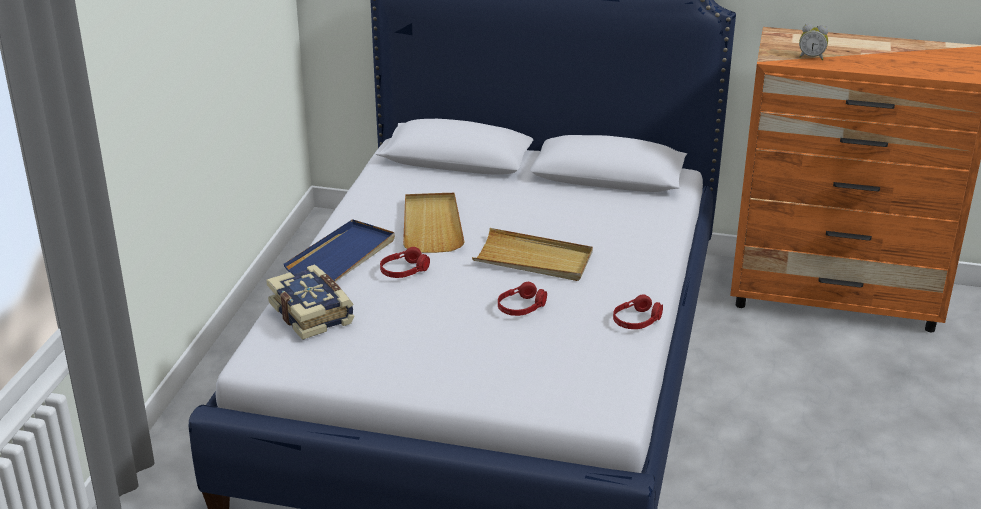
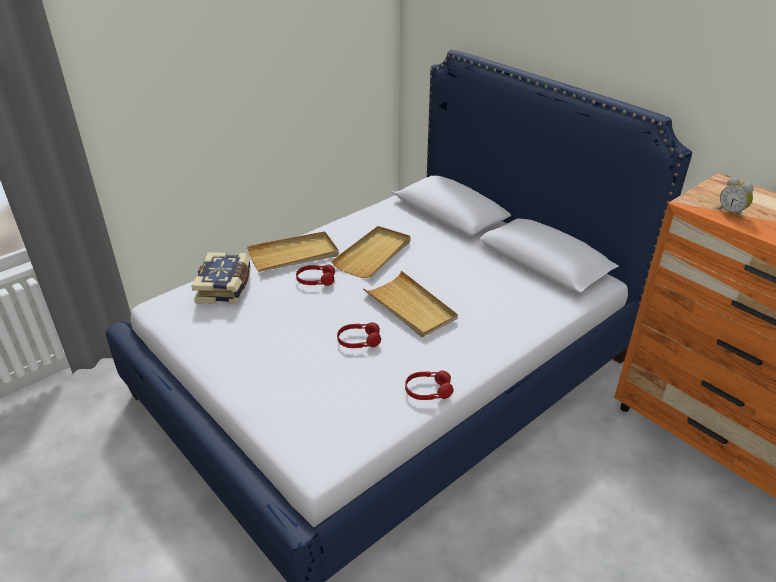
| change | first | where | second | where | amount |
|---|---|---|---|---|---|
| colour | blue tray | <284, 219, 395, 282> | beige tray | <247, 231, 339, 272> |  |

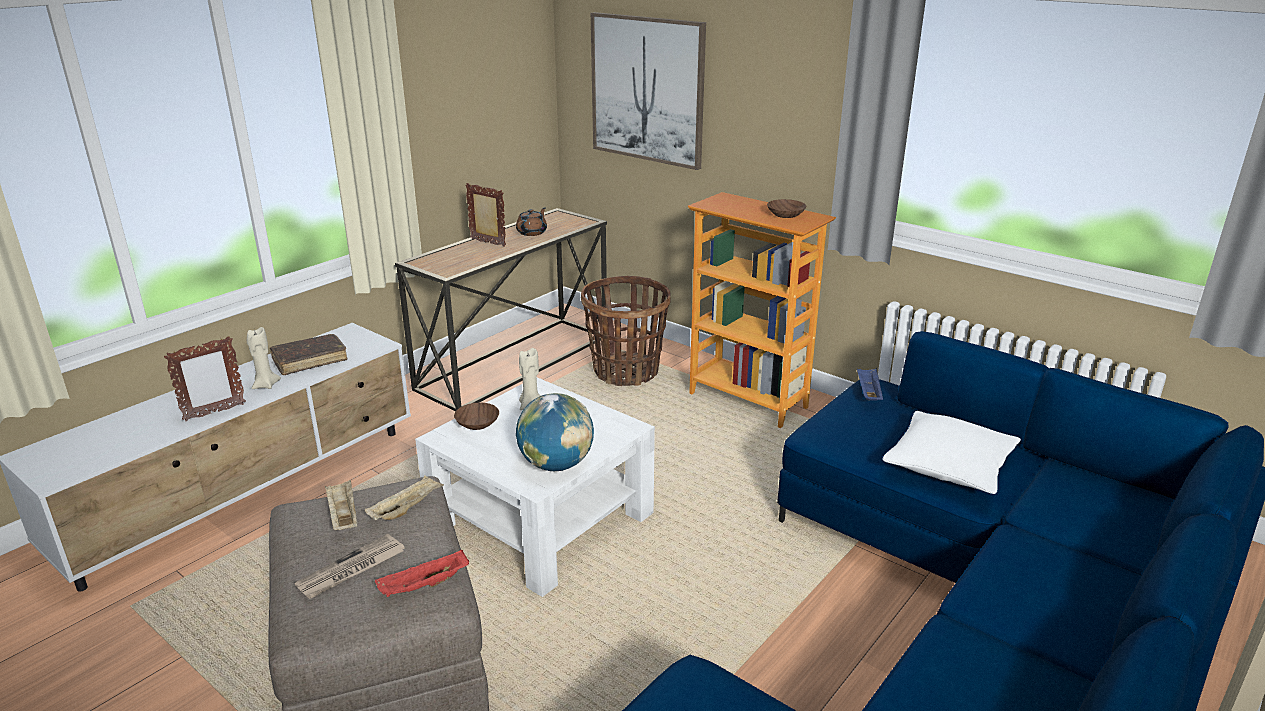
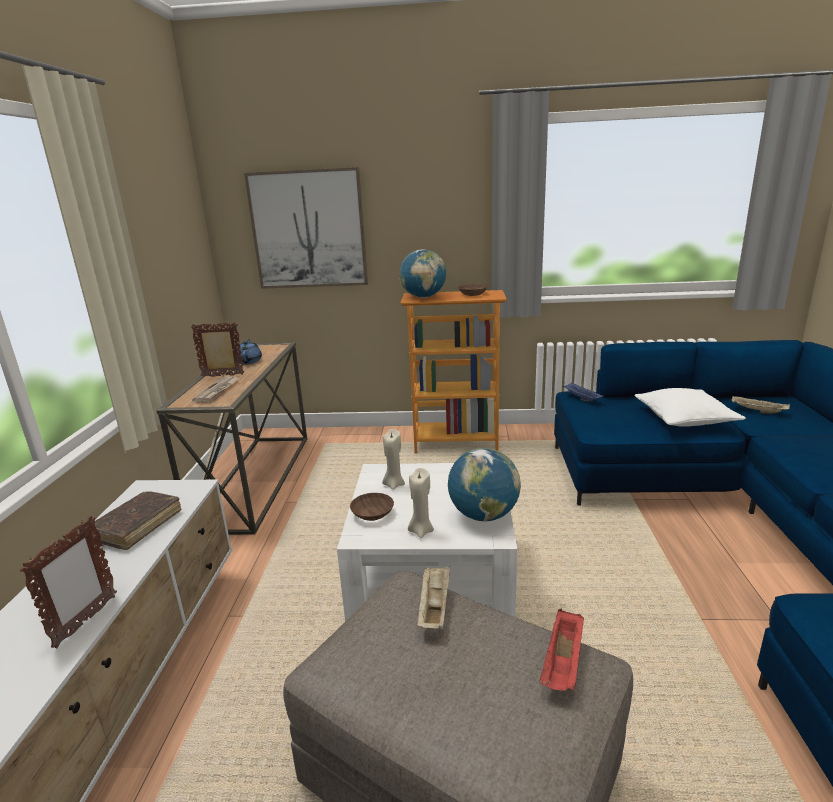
| change | first | where | second | where | amount |
|---|---|---|---|---|---|
| relocated | beige candle | <247, 327, 281, 389> |  | <408, 468, 434, 538> |  |
| relocated | newspaper | <295, 534, 405, 599> |  | <192, 376, 240, 402> |  |
| relocated | beige tray | <325, 480, 357, 530> |  | <732, 396, 790, 414> |  |
| colour | brown teapot | <516, 208, 547, 236> | blue teapot | <237, 339, 262, 364> |  |
| missing | basket | <581, 276, 671, 386> |  |  |  |
| appeared |  |  | globe | <399, 249, 446, 298> |  |

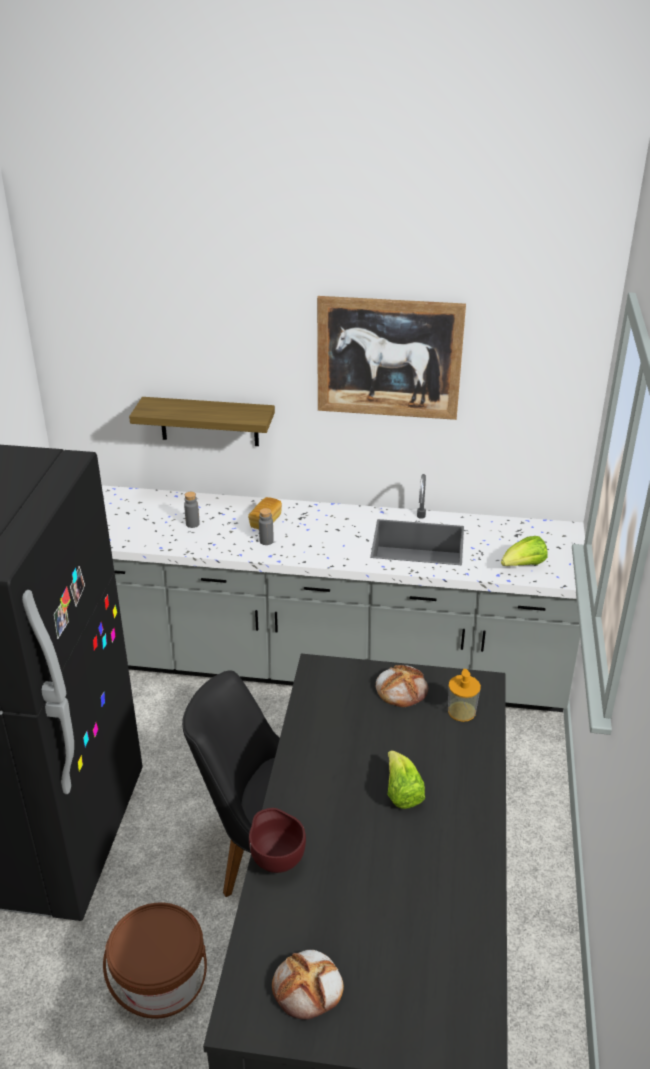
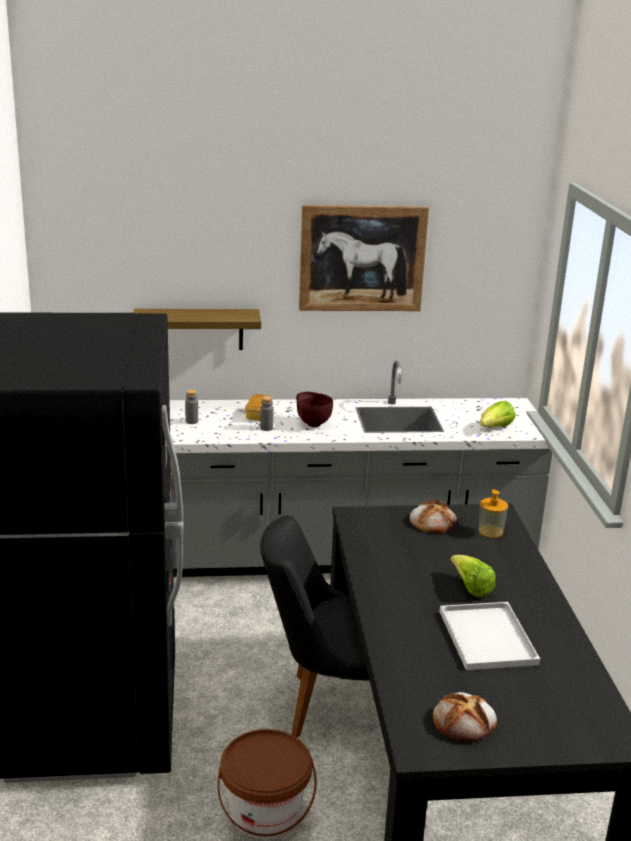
| change | first | where | second | where | amount |
|---|---|---|---|---|---|
| relocated | brown bowl | <249, 808, 306, 873> |  | <296, 392, 333, 427> |  |
| appeared |  |  | white tray | <440, 602, 540, 670> |  |

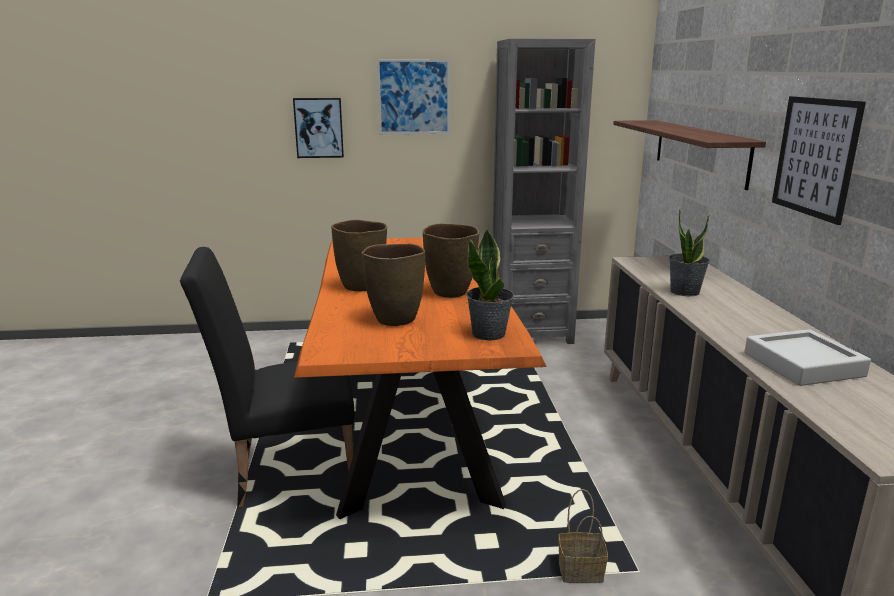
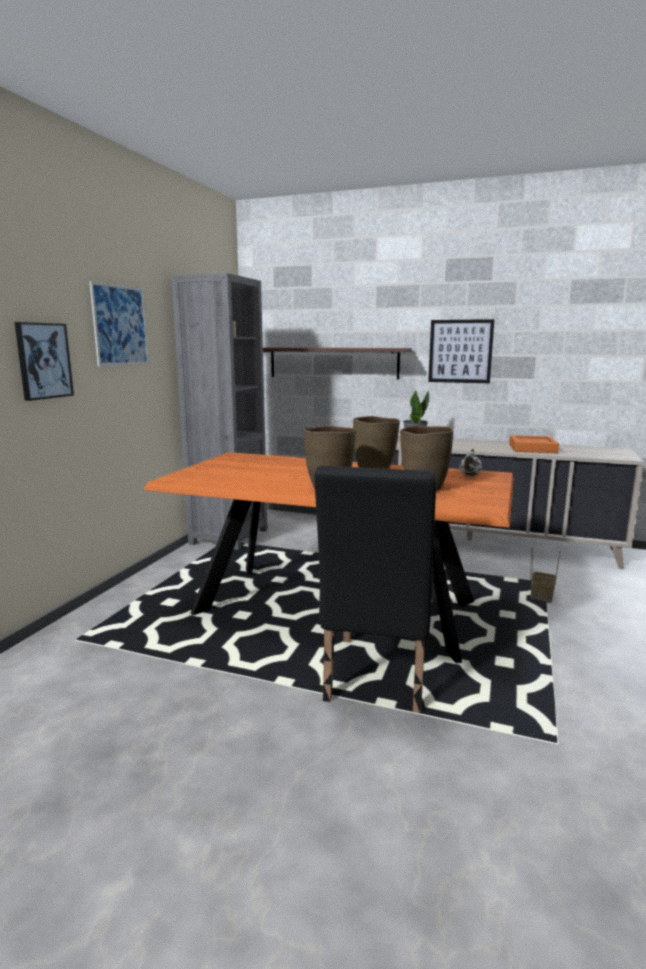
| change | first | where | second | where | amount |
|---|---|---|---|---|---|
| exchanged | potted plant | <466, 229, 514, 340> | white teapot | <459, 448, 482, 476> |  |
| colour | grey tray | <745, 329, 871, 386> | orange tray | <509, 435, 559, 453> |  |

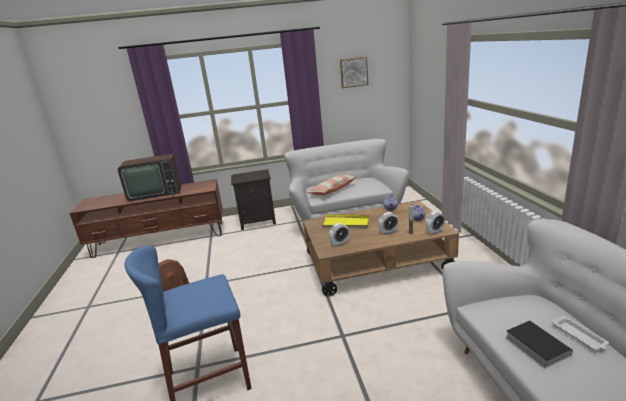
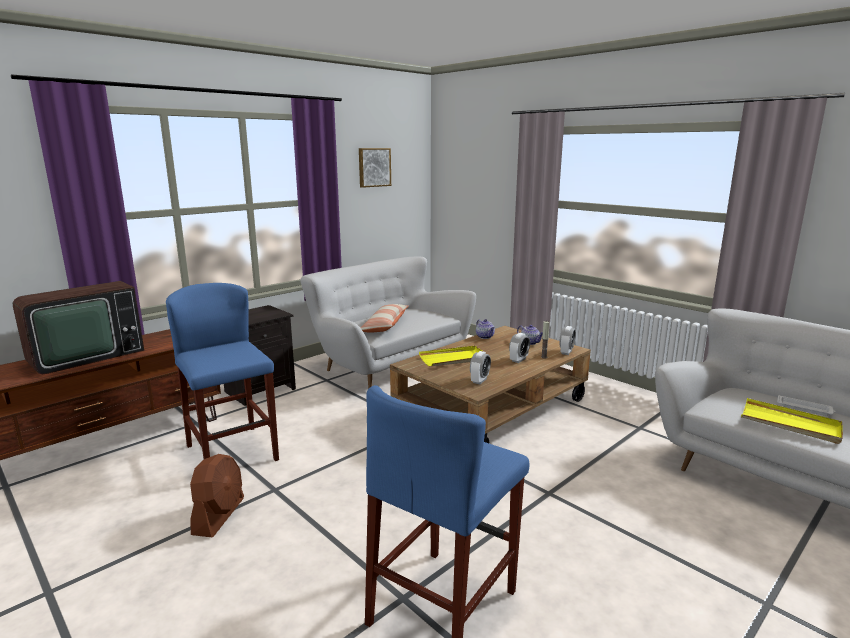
| change | first | where | second | where | amount |
|---|---|---|---|---|---|
| exchanged | book | <506, 320, 573, 368> | yellow tray | <741, 398, 843, 444> |  |
| appeared |  |  | blue stool | <166, 283, 279, 461> |  |

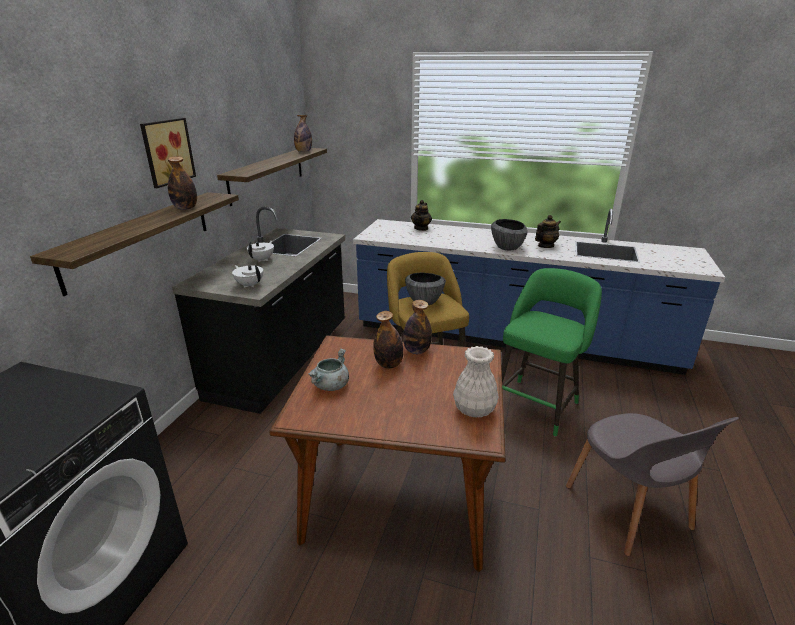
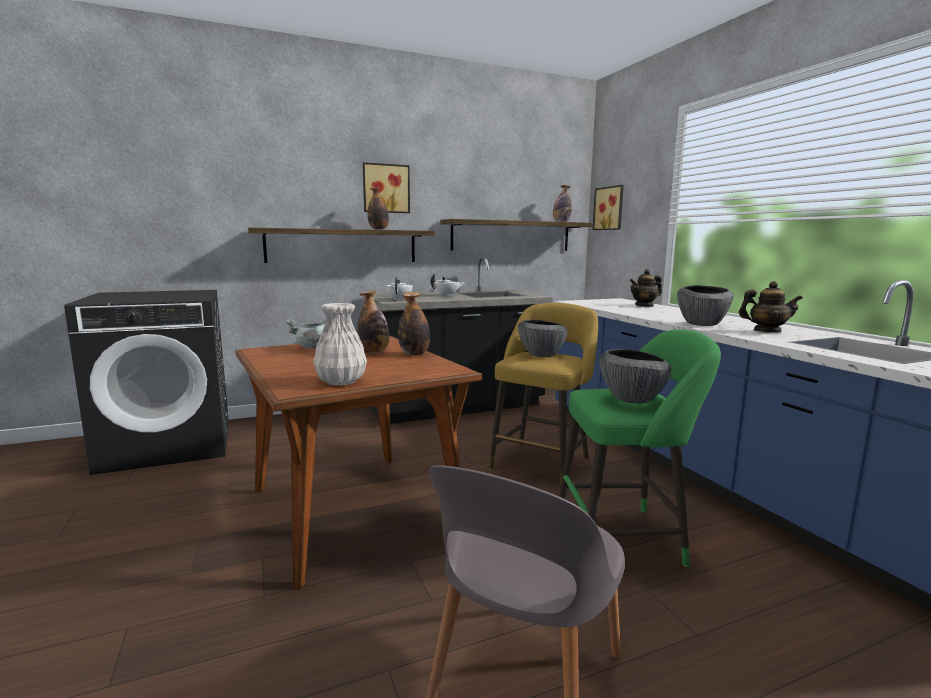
| change | first | where | second | where | amount |
|---|---|---|---|---|---|
| appeared |  |  | picture | <593, 185, 624, 230> |  |
| appeared |  |  | bowl | <599, 349, 671, 403> |  |

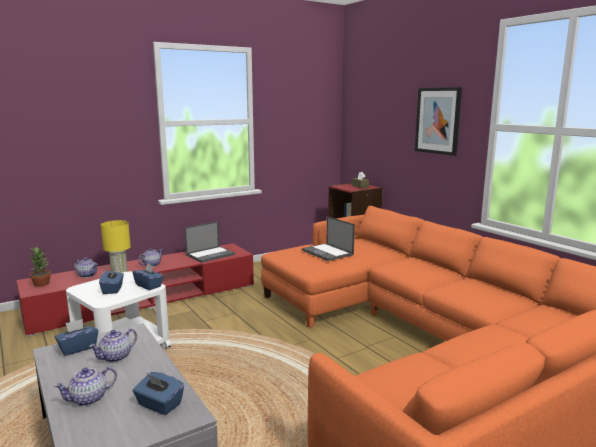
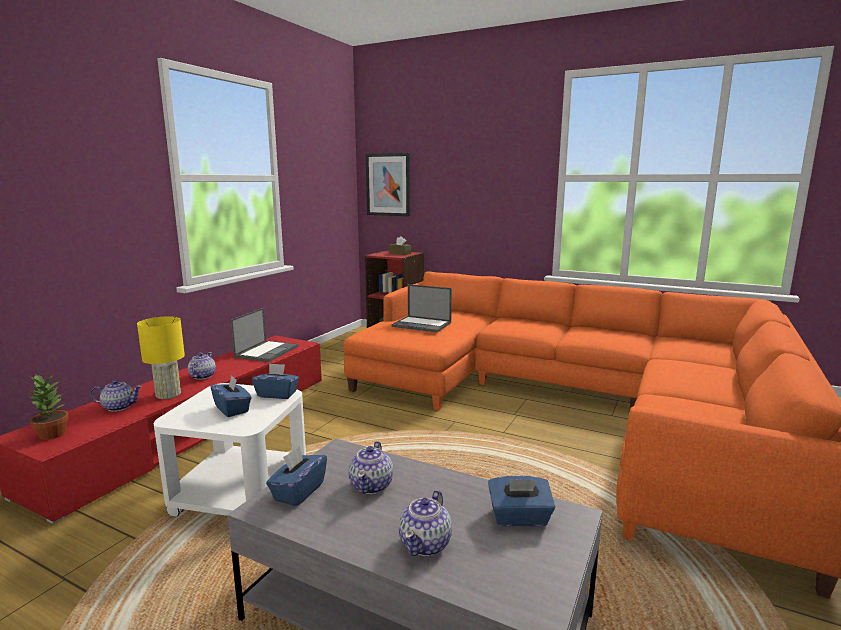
| change | first | where | second | where | amount |
|---|---|---|---|---|---|
| relocated | picture | <415, 87, 462, 156> |  | <366, 153, 410, 216> |  |

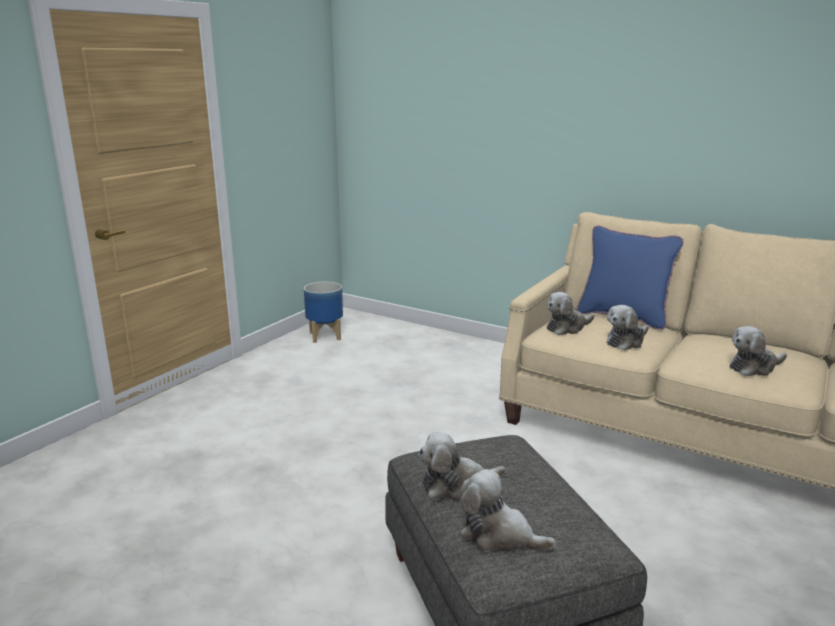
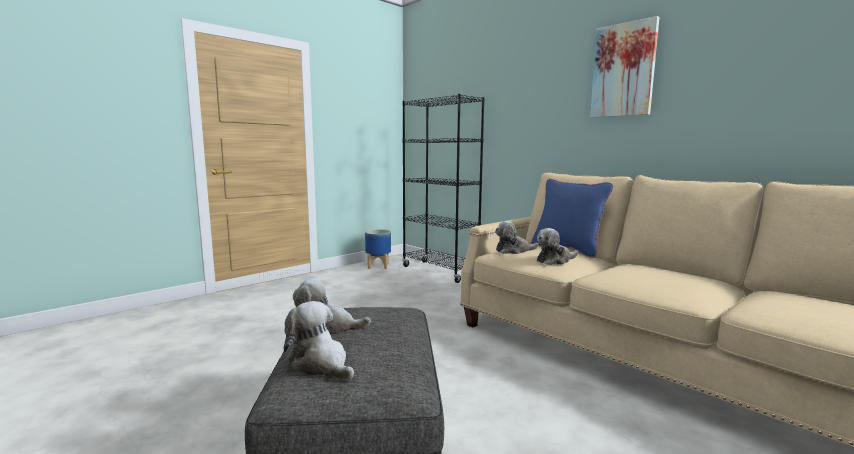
| change | first | where | second | where | amount |
|---|---|---|---|---|---|
| missing | plush toy | <730, 326, 787, 376> |  |  |  |
| appeared |  |  | black bookcase | <402, 94, 485, 283> |  |
| appeared |  |  | picture | <590, 16, 659, 118> |  |

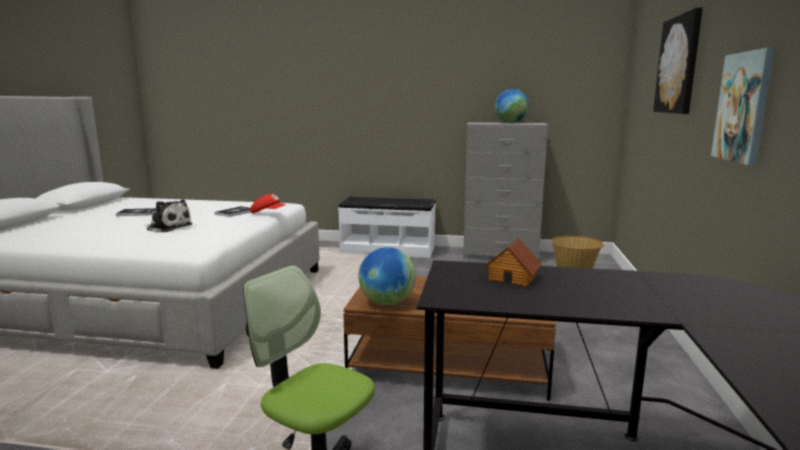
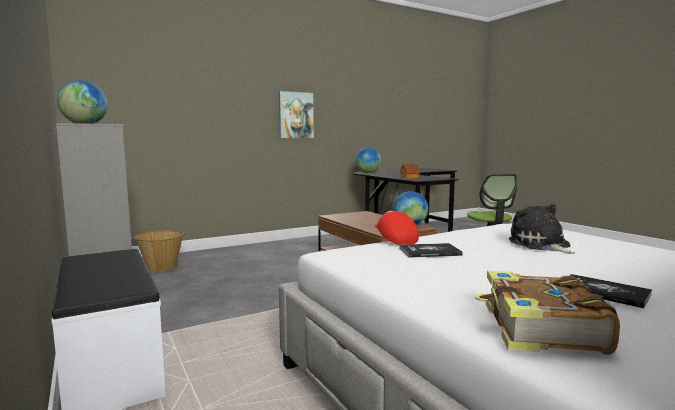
| change | first | where | second | where | amount |
|---|---|---|---|---|---|
| missing | picture | <653, 7, 703, 114> |  |  |  |
| appeared |  |  | globe | <355, 147, 381, 173> |  |
| appeared |  |  | book | <476, 271, 620, 355> |  |

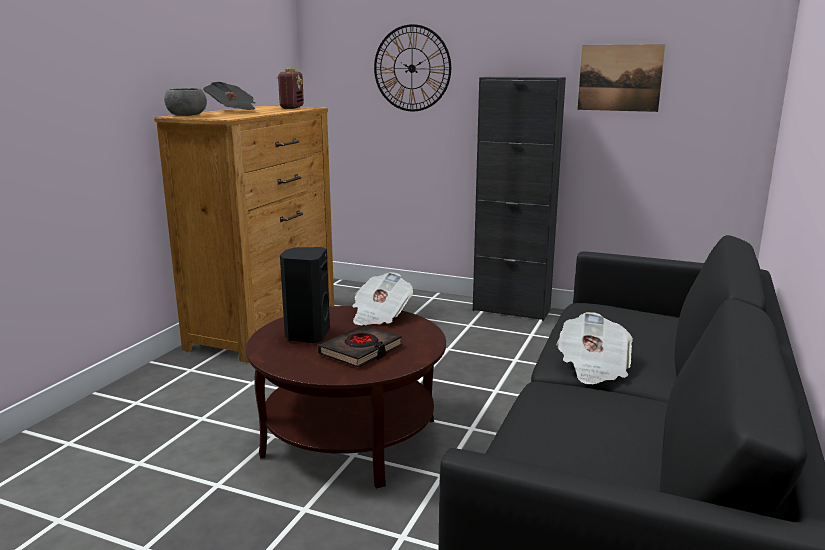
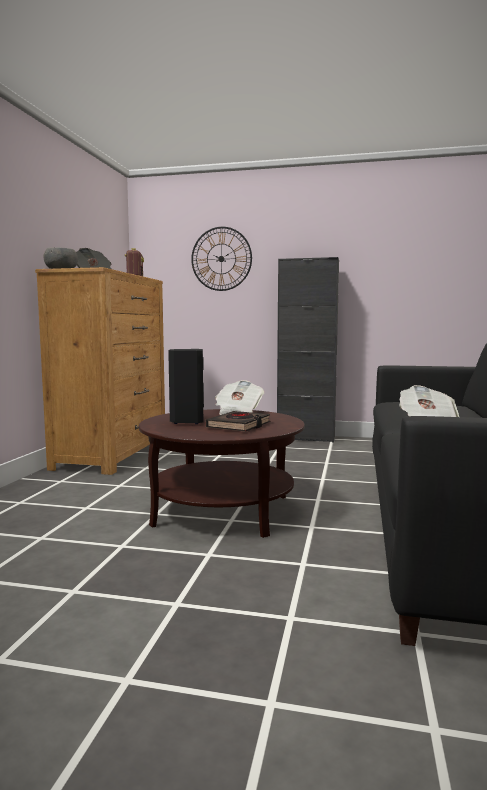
| change | first | where | second | where | amount |
|---|---|---|---|---|---|
| missing | picture | <578, 44, 665, 112> |  |  |  |

